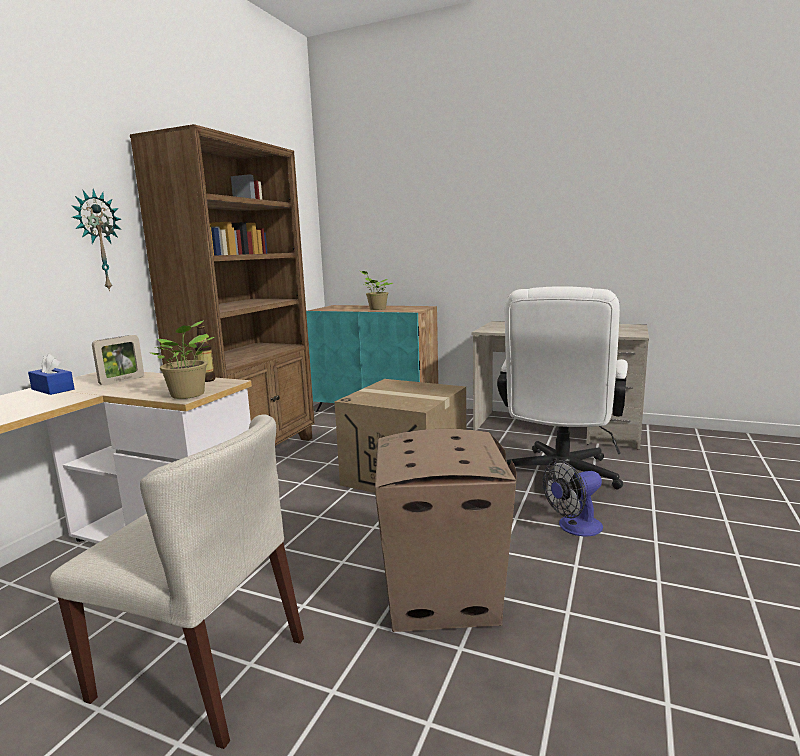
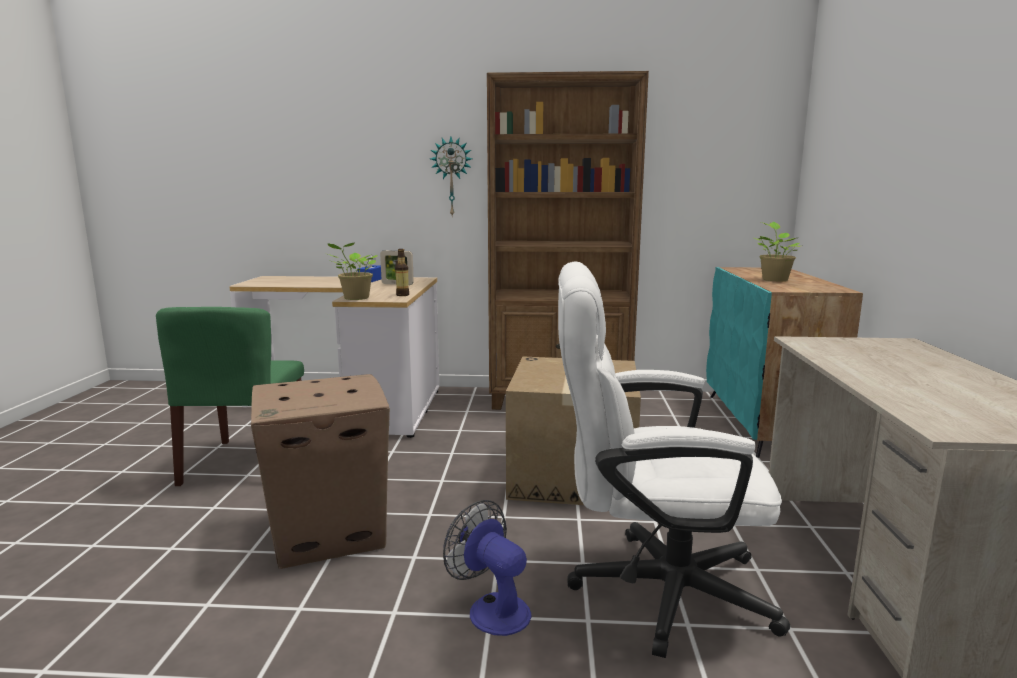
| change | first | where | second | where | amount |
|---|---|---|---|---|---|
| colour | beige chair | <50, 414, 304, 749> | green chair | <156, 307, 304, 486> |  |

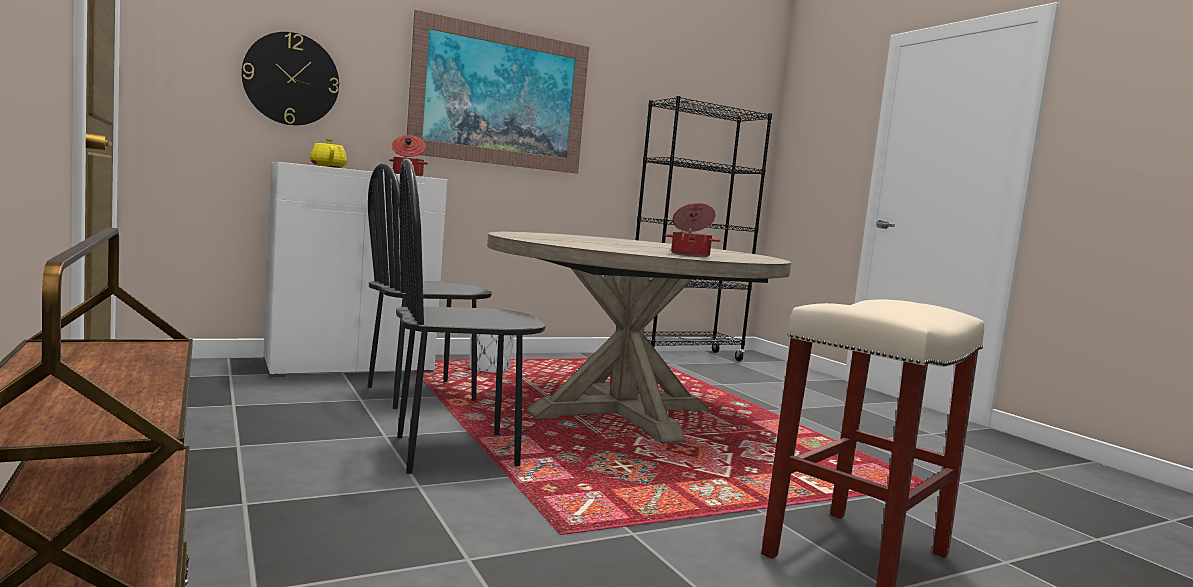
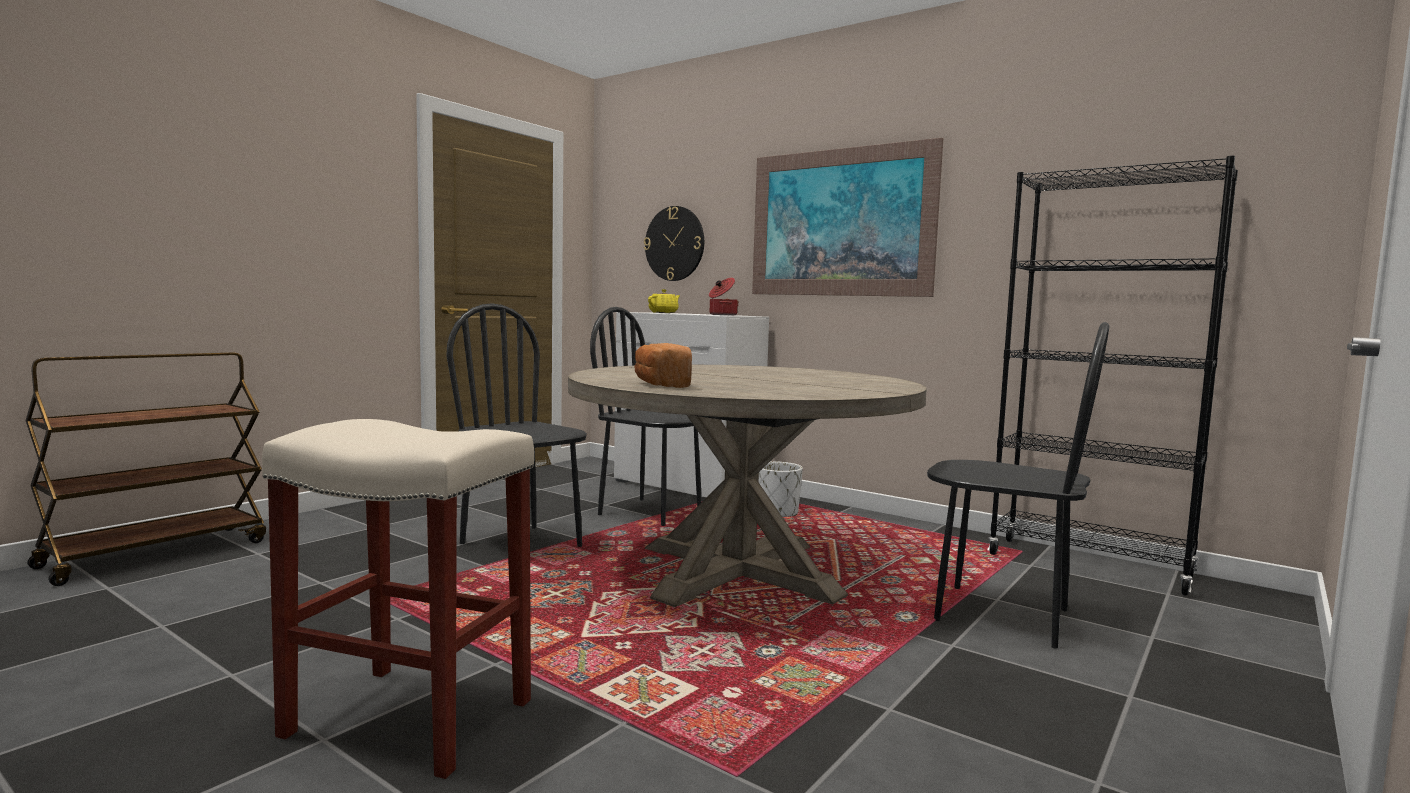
| change | first | where | second | where | amount |
|---|---|---|---|---|---|
| exchanged | cooking pot | <665, 203, 720, 257> | bread | <634, 343, 692, 388> |  |
| appeared |  |  | black chair | <927, 322, 1109, 649> |  |

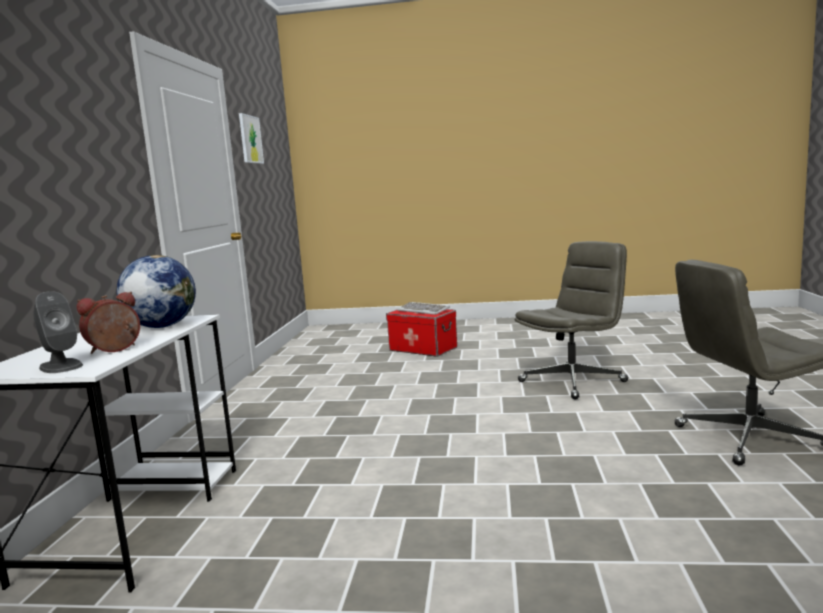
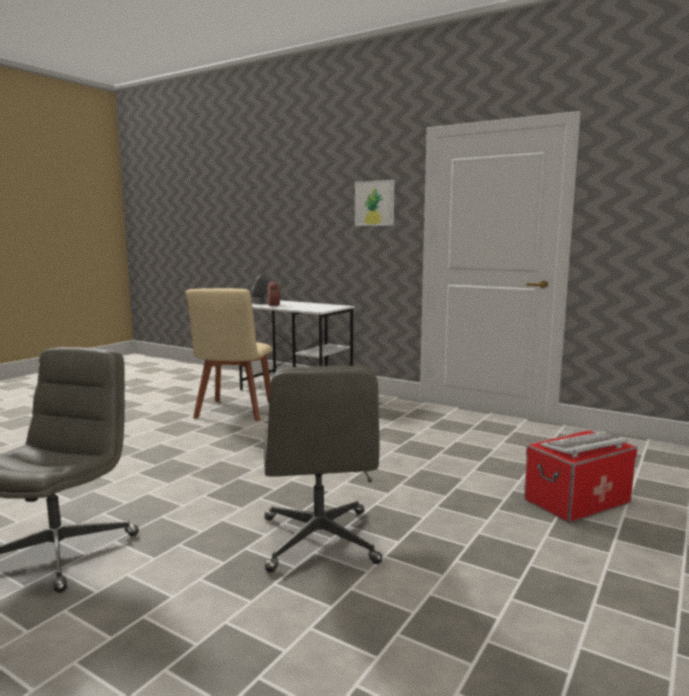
| change | first | where | second | where | amount |
|---|---|---|---|---|---|
| missing | globe | <116, 255, 196, 328> |  |  |  |
| relocated | picture | <239, 113, 264, 164> |  | <355, 180, 395, 226> |  |
| appeared |  |  | beige chair | <186, 288, 273, 421> |  |

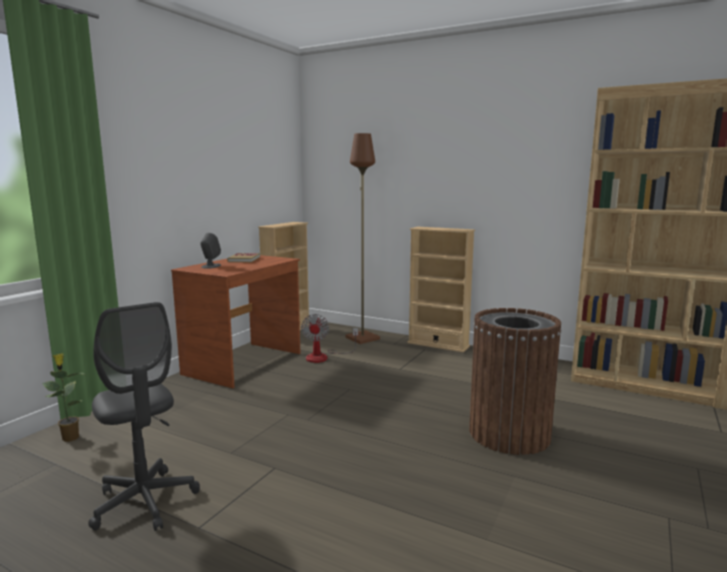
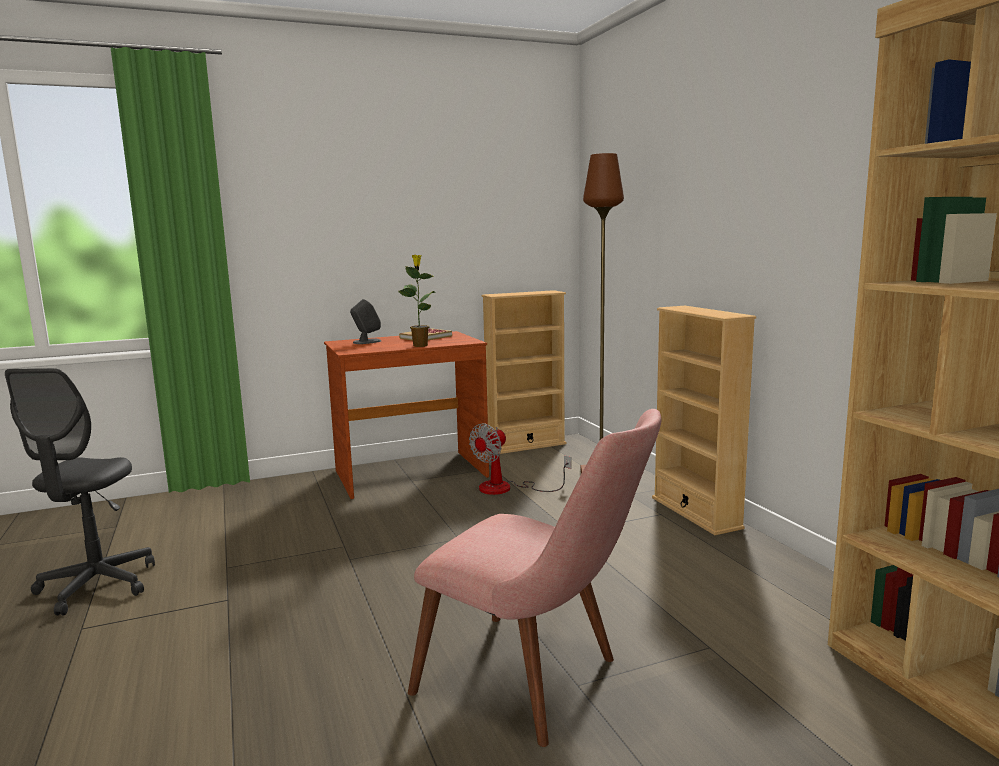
| change | first | where | second | where | amount |
|---|---|---|---|---|---|
| relocated | potted plant | <42, 354, 85, 442> |  | <399, 255, 436, 347> |  |
| exchanged | brown trash can | <469, 308, 562, 455> | pink chair | <408, 409, 661, 747> |  |

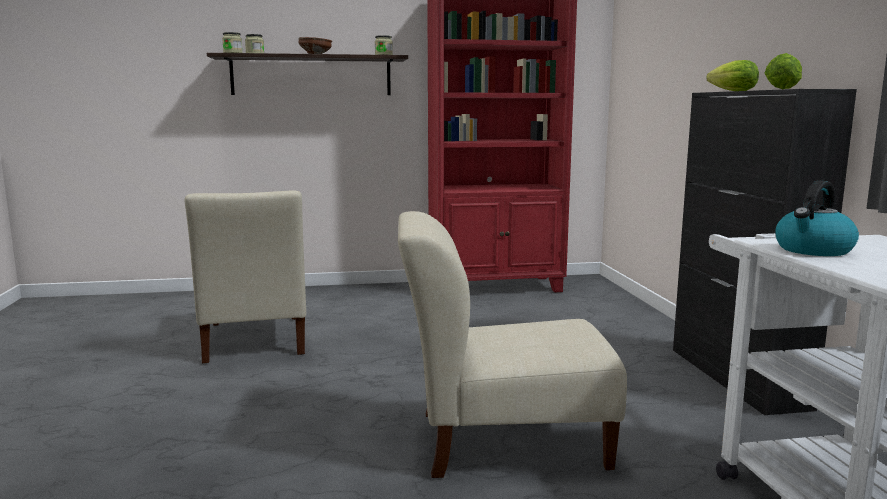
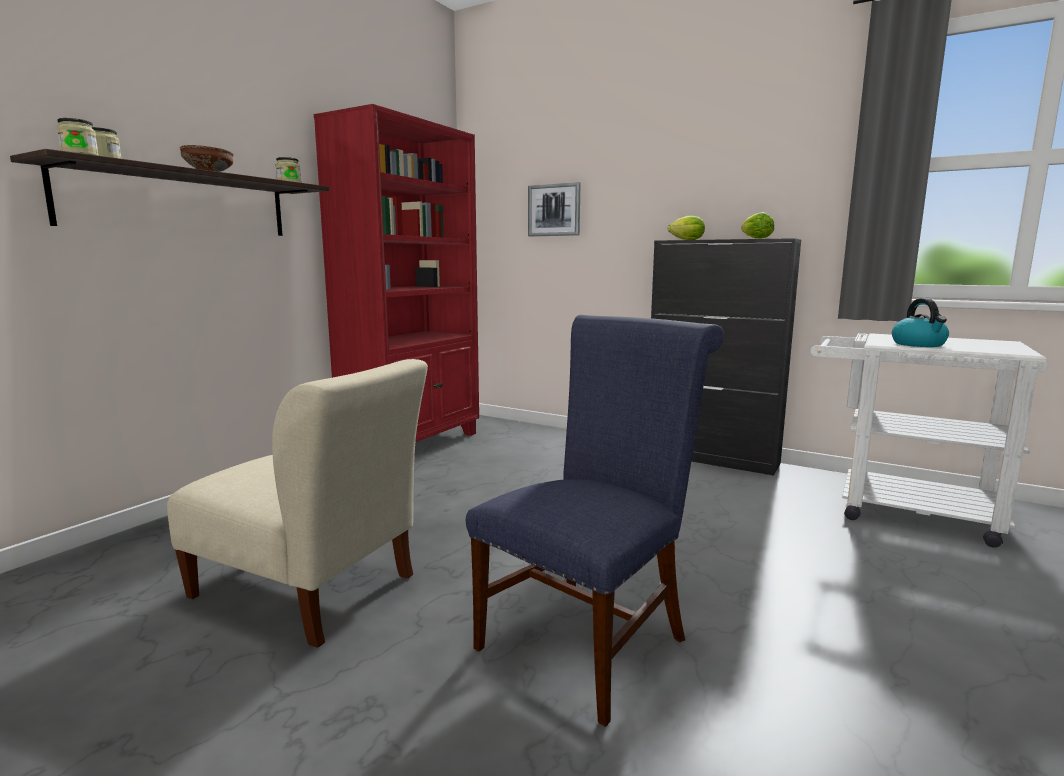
| change | first | where | second | where | amount |
|---|---|---|---|---|---|
| missing | beige chair | <398, 211, 627, 478> |  |  |  |
| appeared |  |  | blue chair | <466, 315, 724, 727> |  |
| appeared |  |  | picture | <528, 182, 580, 236> |  |

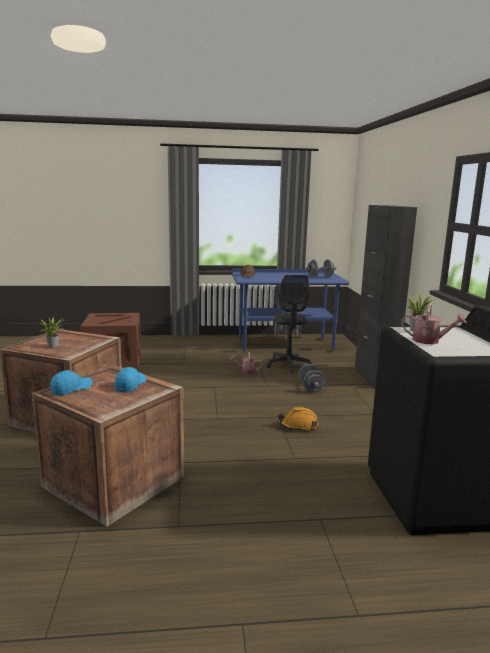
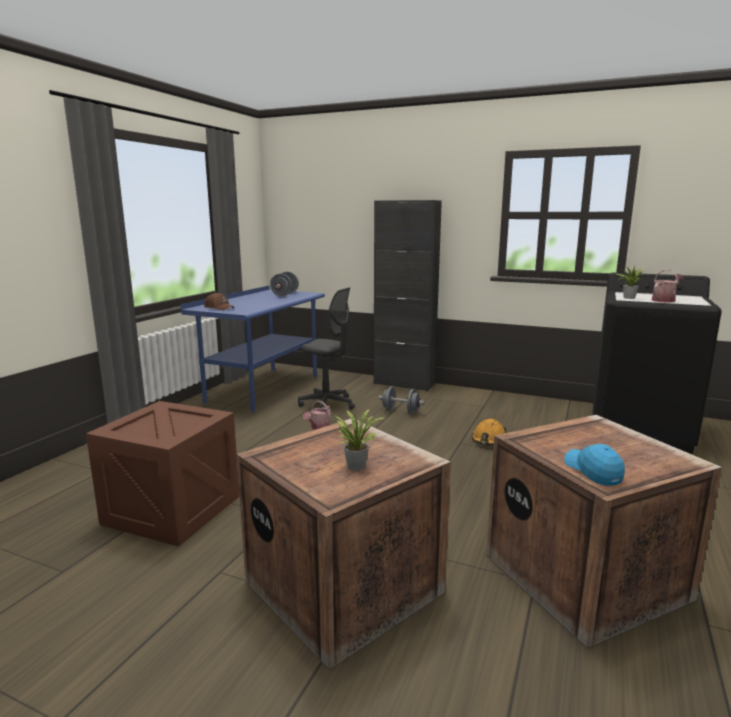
| change | first | where | second | where | amount |
|---|---|---|---|---|---|
| missing | blue cap | <115, 367, 146, 392> |  |  |  |

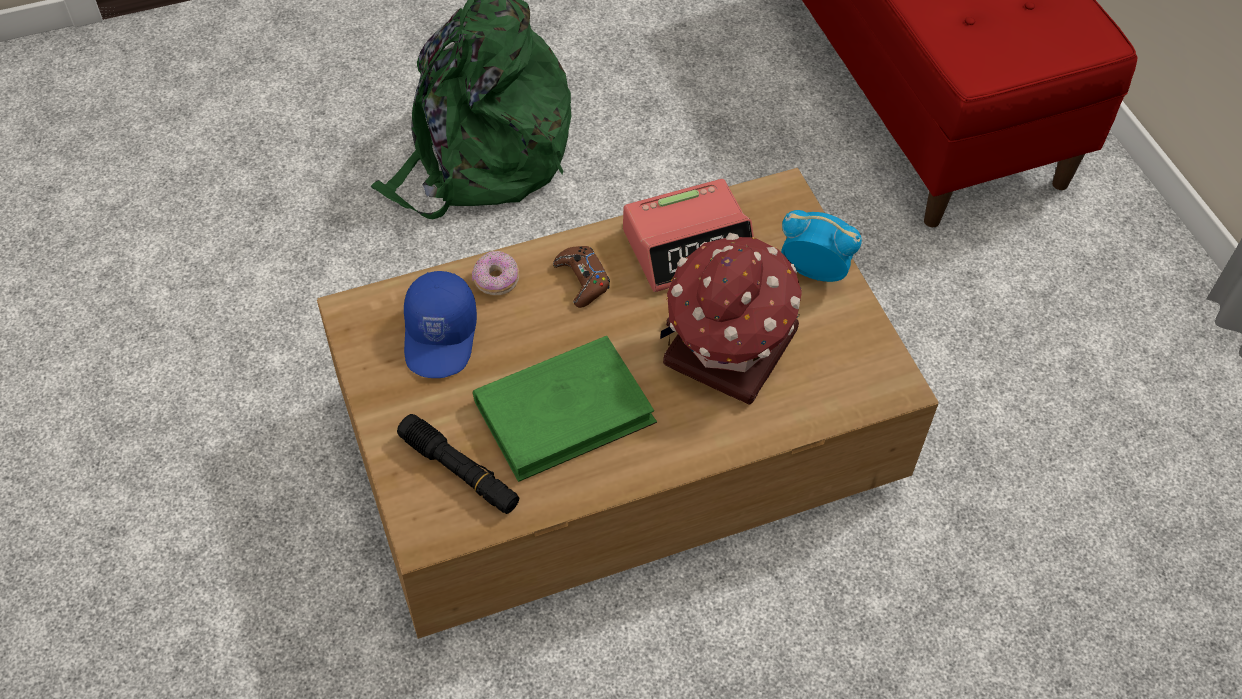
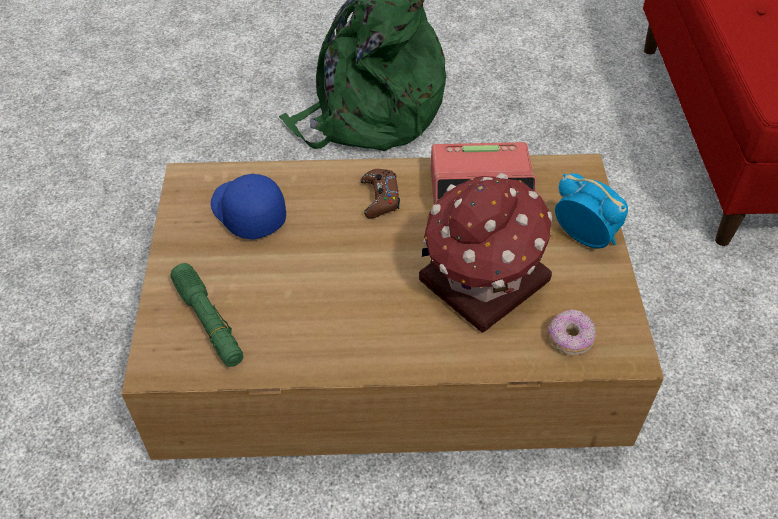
| change | first | where | second | where | amount |
|---|---|---|---|---|---|
| colour | black flashlight | <397, 414, 519, 514> | green flashlight | <171, 263, 243, 367> |  |
| spun | blue cap | <404, 271, 477, 378> |  | <211, 173, 286, 239> | 120 degrees clockwise |
| relocated | donut | <472, 251, 519, 295> |  | <547, 310, 596, 355> |  |
| missing | green book | <473, 336, 657, 482> |  |  |  |

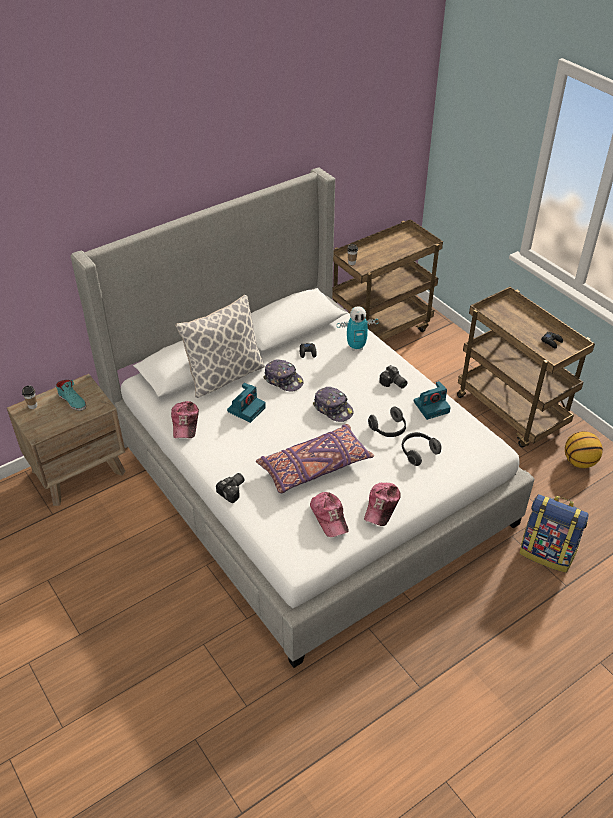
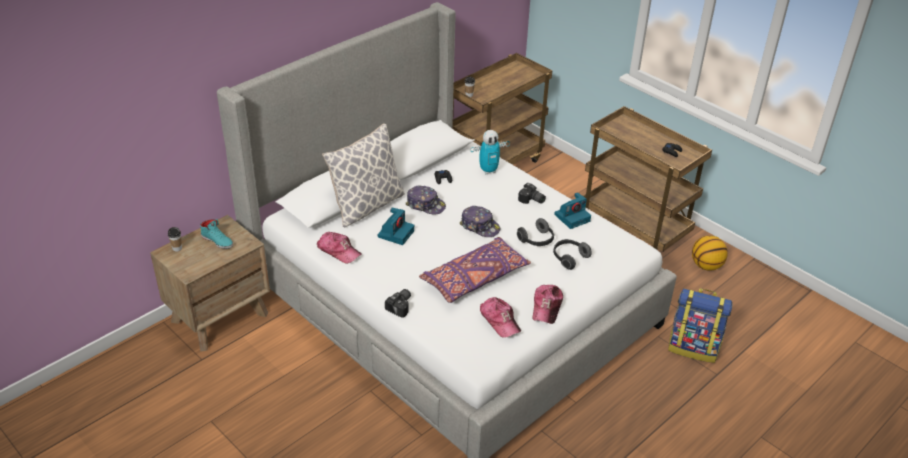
| change | first | where | second | where | amount |
|---|---|---|---|---|---|
| spun | cap | <171, 401, 199, 438> |  | <317, 232, 361, 264> | 45 degrees counterclockwise |

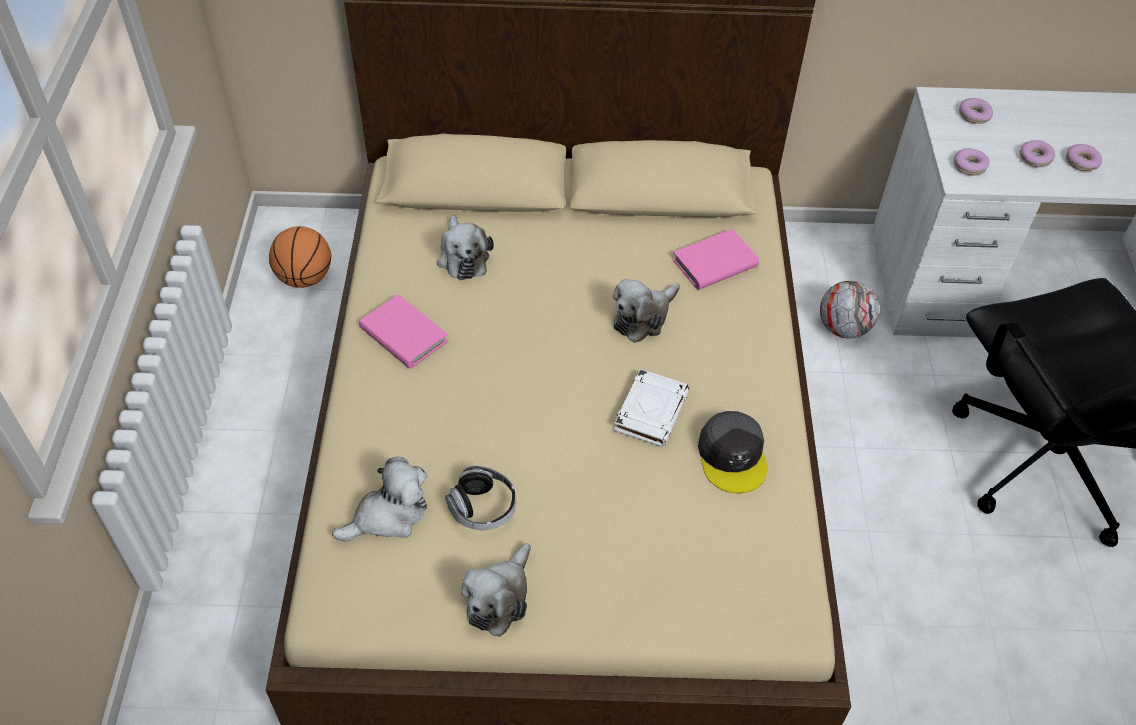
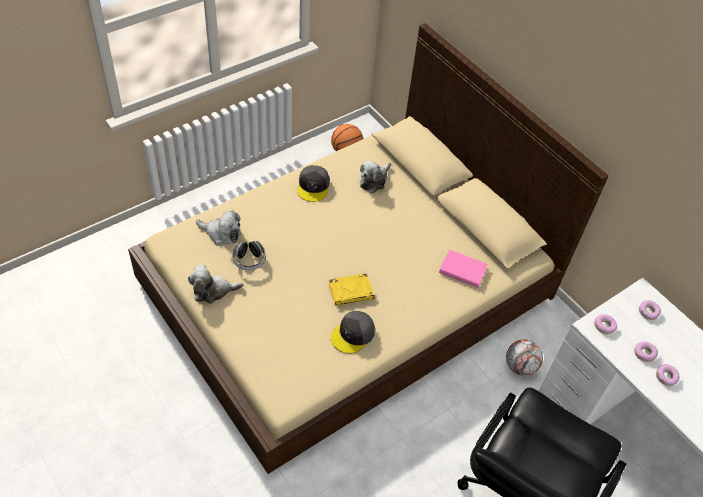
| change | first | where | second | where | amount |
|---|---|---|---|---|---|
| exchanged | pink book | <359, 294, 448, 369> | grey cap | <297, 165, 330, 202> |  |
| missing | plush toy | <613, 279, 680, 343> |  |  |  |
| colour | white book | <614, 369, 689, 447> | yellow book | <328, 273, 374, 306> |  |

